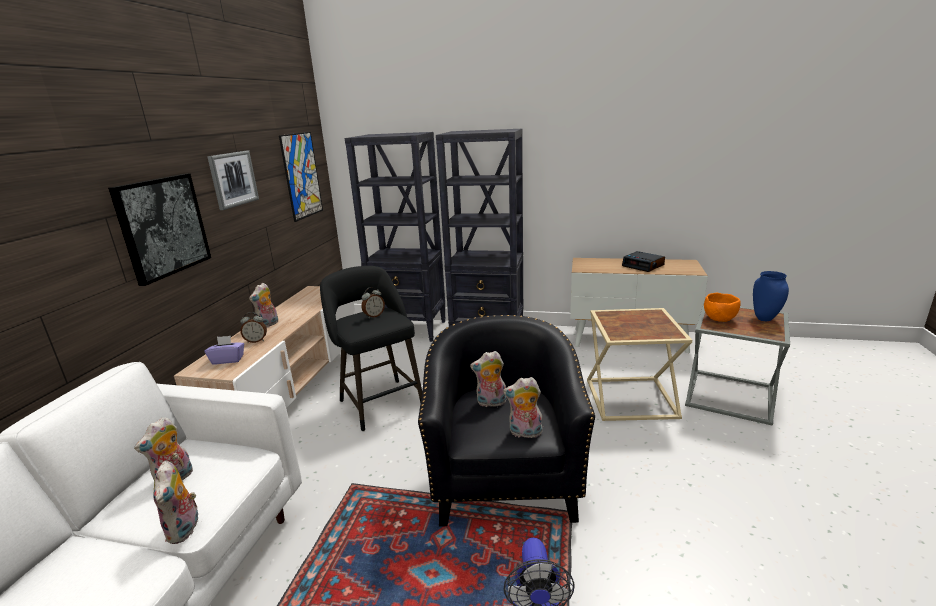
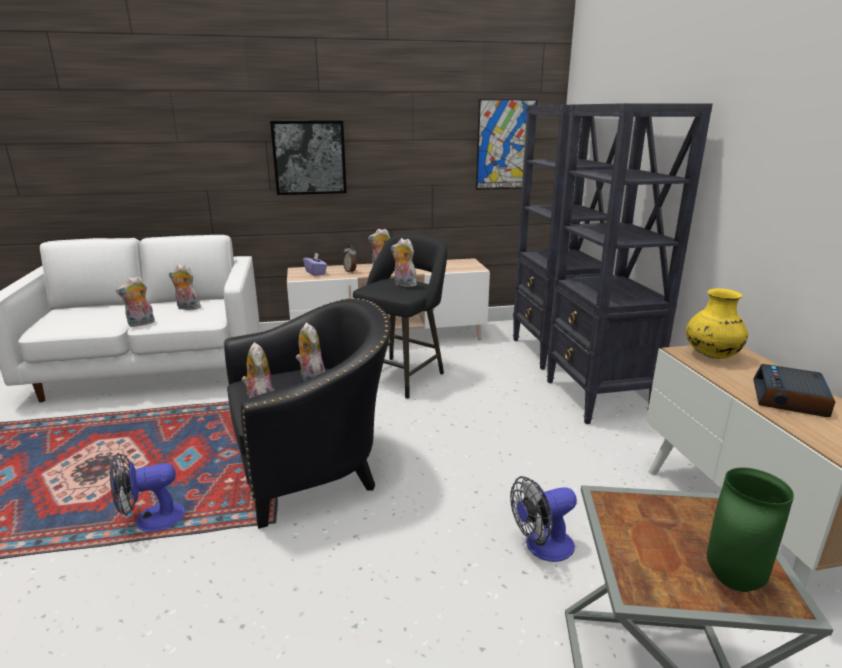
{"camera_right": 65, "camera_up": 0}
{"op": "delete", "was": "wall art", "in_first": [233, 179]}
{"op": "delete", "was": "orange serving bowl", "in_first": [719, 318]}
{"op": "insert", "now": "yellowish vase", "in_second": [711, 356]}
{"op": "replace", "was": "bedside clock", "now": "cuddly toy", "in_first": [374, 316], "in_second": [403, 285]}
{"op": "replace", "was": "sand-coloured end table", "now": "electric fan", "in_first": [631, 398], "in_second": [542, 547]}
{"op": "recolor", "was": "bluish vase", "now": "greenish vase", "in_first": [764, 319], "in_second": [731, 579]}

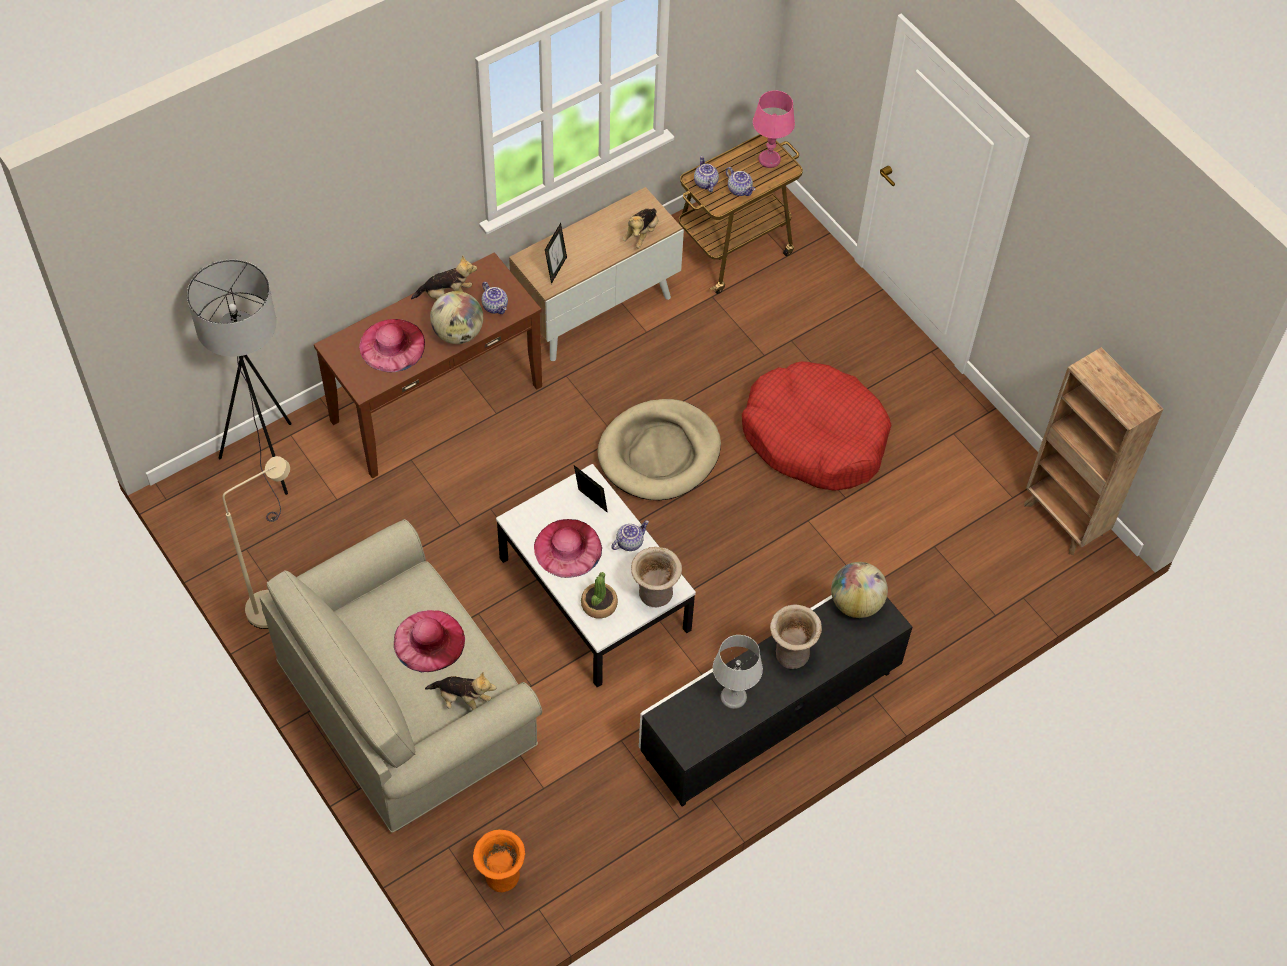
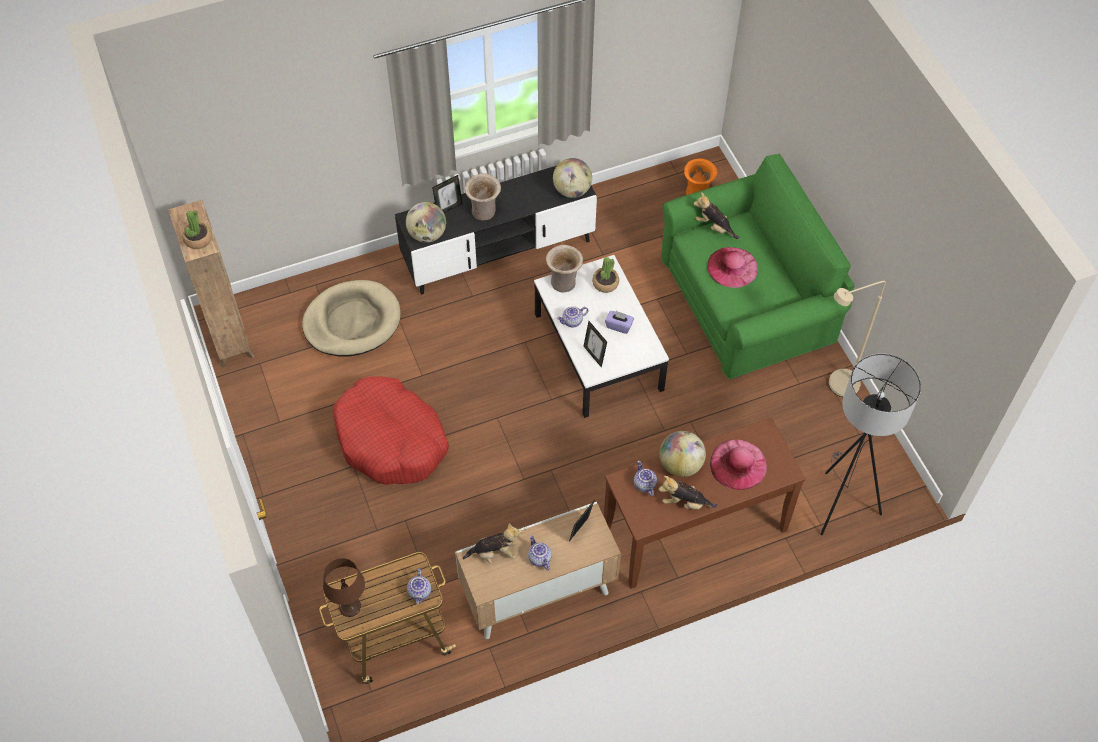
{"camera_right": -165, "camera_up": 0}
{"op": "delete", "was": "grey table lamp", "in_first": [733, 697]}
{"op": "insert", "now": "potted plant", "in_second": [198, 239]}
{"op": "insert", "now": "photo frame", "in_second": [448, 208]}
{"op": "insert", "now": "globe", "in_second": [572, 190]}
{"op": "move", "was": "sand-coloured dog bed", "in_first": [659, 453], "in_second": [352, 321]}
{"op": "move", "was": "pot for tea", "in_first": [740, 189], "in_second": [539, 558]}
{"op": "replace", "was": "pinkish clothing hat", "now": "purple tissue holder", "in_first": [568, 548], "in_second": [619, 326]}
{"op": "recolor", "was": "sand-coloured settee", "now": "greenish settee", "in_first": [406, 704], "in_second": [746, 302]}
{"op": "recolor", "was": "pinkish table lamp", "now": "brown-coloured table lamp", "in_first": [769, 159], "in_second": [350, 607]}
{"op": "rotate", "was": "cuddly toy", "in_first": [641, 234], "in_second": [494, 553], "clockwise": 45}

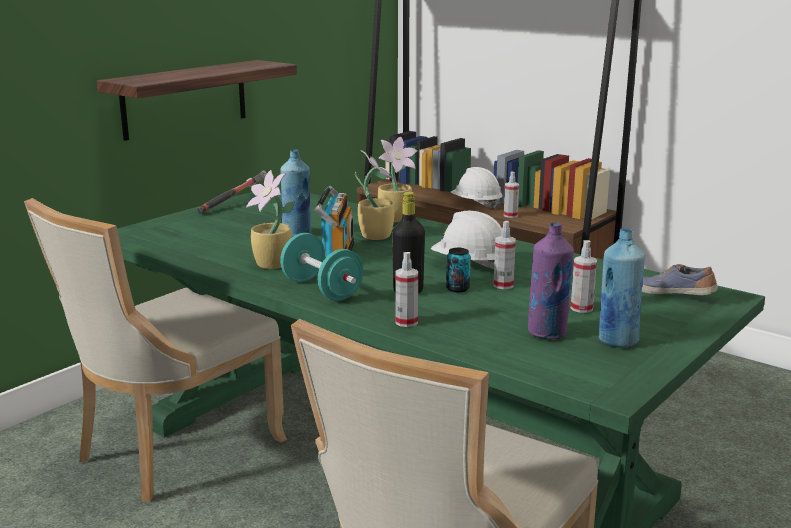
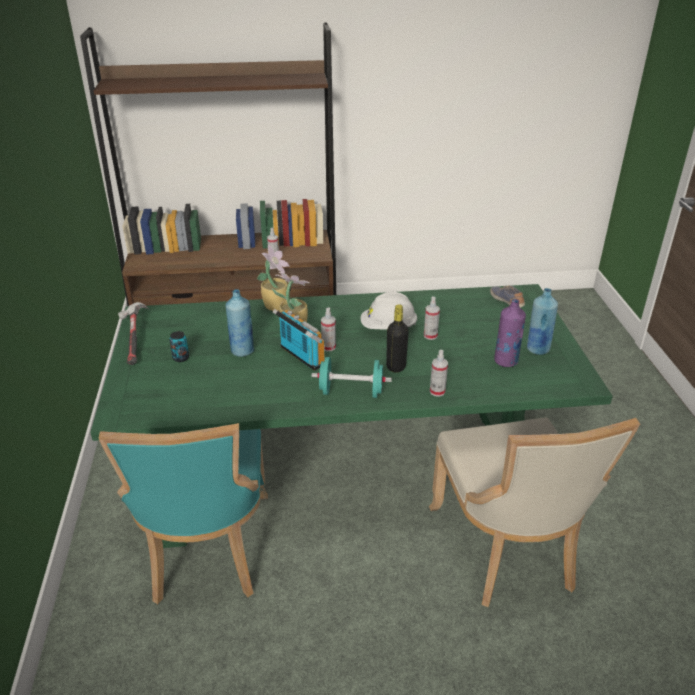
{"camera_right": -45, "camera_up": 15}
{"op": "delete", "was": "shelf", "in_first": [185, 99]}
{"op": "delete", "was": "potted plant", "in_first": [272, 265]}
{"op": "delete", "was": "white hard hat", "in_first": [476, 205]}
{"op": "move", "was": "can", "in_first": [457, 288], "in_second": [181, 358]}
{"op": "move", "was": "hand sprayer", "in_first": [581, 308], "in_second": [328, 347]}
{"op": "recolor", "was": "sand-coloured upright chair", "now": "turquoise upright chair", "in_first": [172, 450], "in_second": [207, 551]}
{"op": "rotate", "was": "item of footwear", "in_first": [673, 294], "in_second": [507, 302], "clockwise": 75}

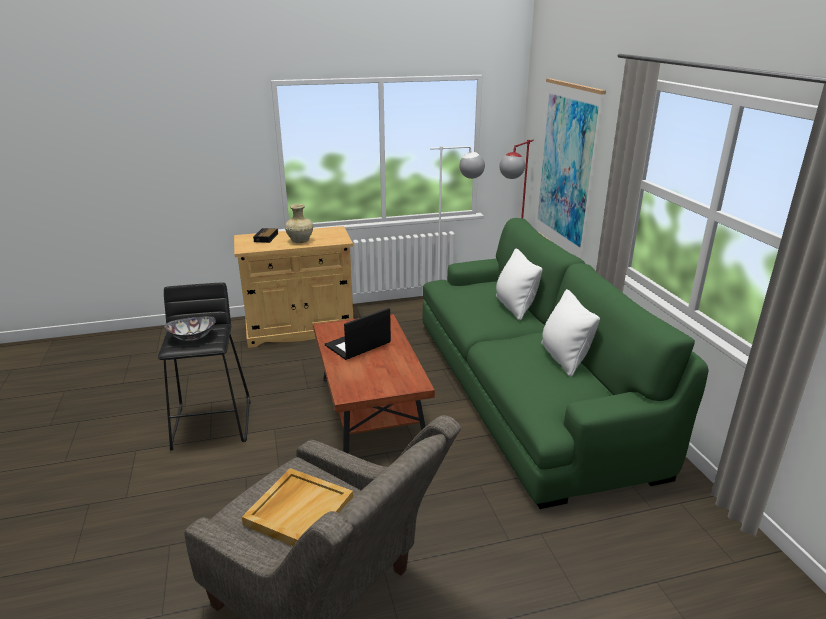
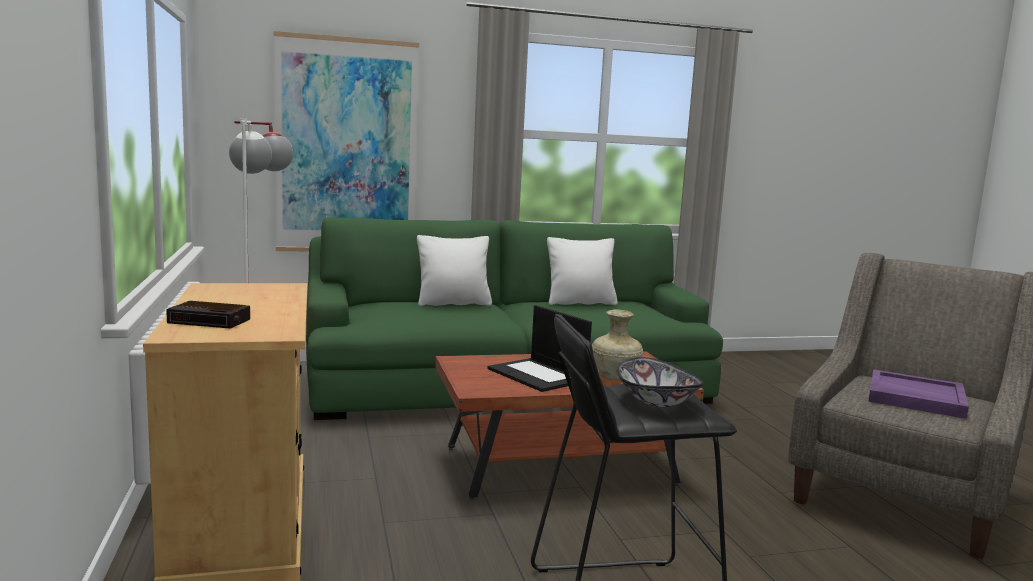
{"camera_right": -90, "camera_up": -15}
{"op": "move", "was": "sand-coloured vase", "in_first": [300, 241], "in_second": [615, 377]}
{"op": "recolor", "was": "sand-coloured carrying tray", "now": "purple carrying tray", "in_first": [299, 511], "in_second": [914, 398]}

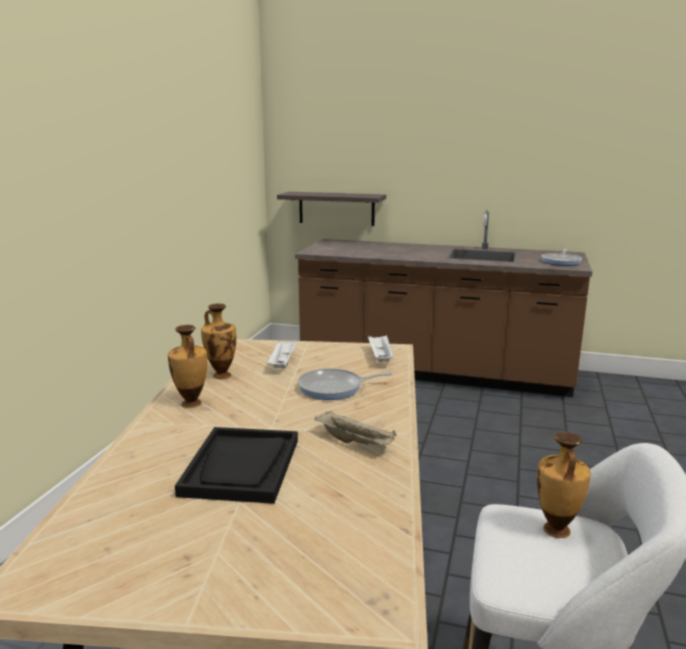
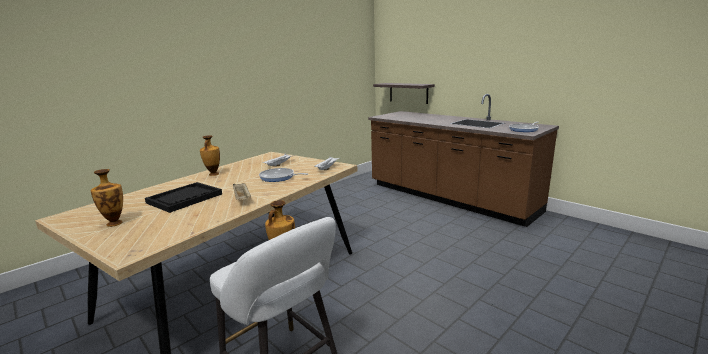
{"camera_right": 30, "camera_up": 0}
{"op": "move", "was": "vase", "in_first": [221, 375], "in_second": [115, 223]}

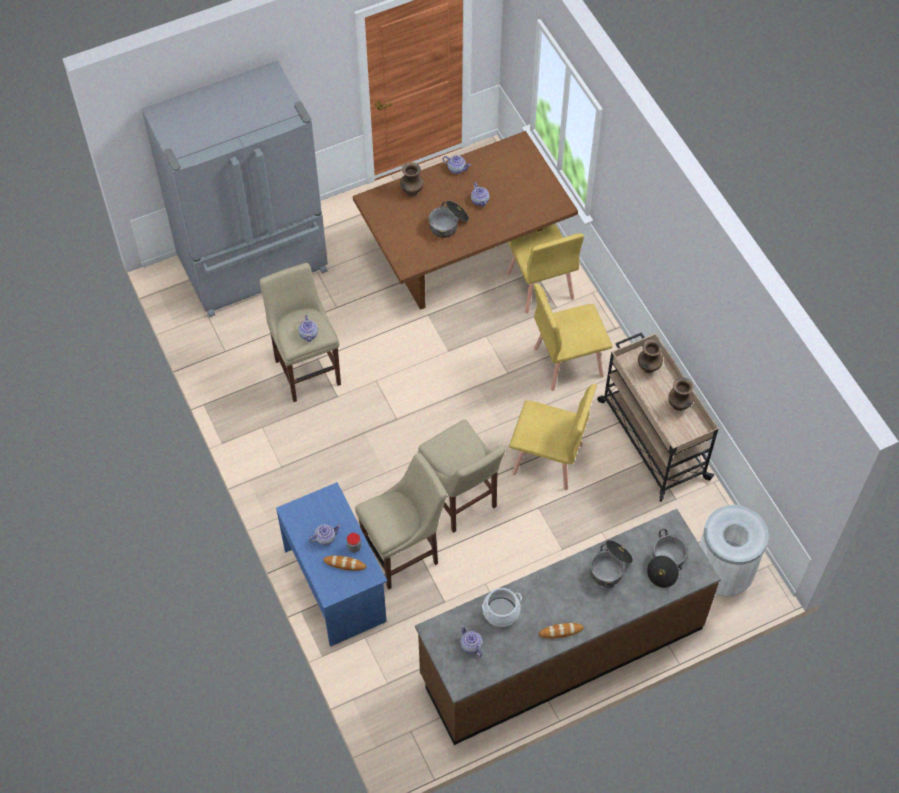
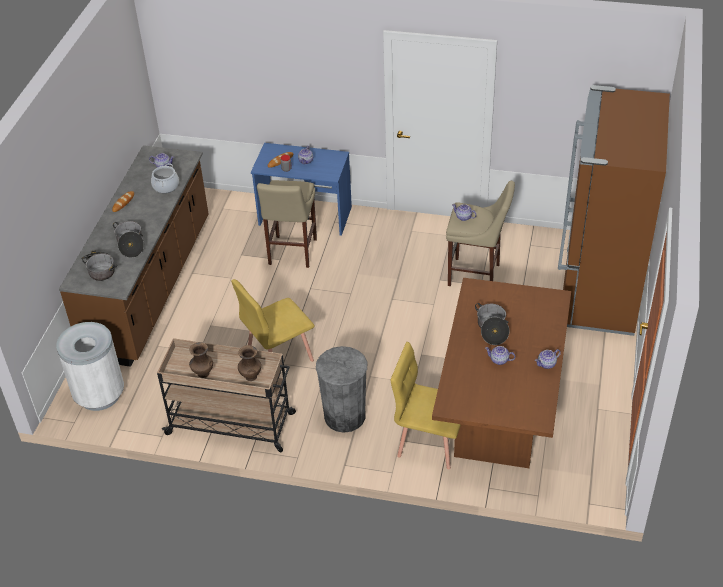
{"camera_right": 130, "camera_up": -15}
{"op": "delete", "was": "brown-coloured vase", "in_first": [411, 192]}
{"op": "delete", "was": "sand-coloured stool", "in_first": [461, 502]}
{"op": "replace", "was": "yellowish upright chair", "now": "grey rubbish bin", "in_first": [567, 361], "in_second": [345, 416]}
{"op": "recolor", "was": "grey refrigerator", "now": "brown-coloured refrigerator", "in_first": [254, 265], "in_second": [597, 291]}

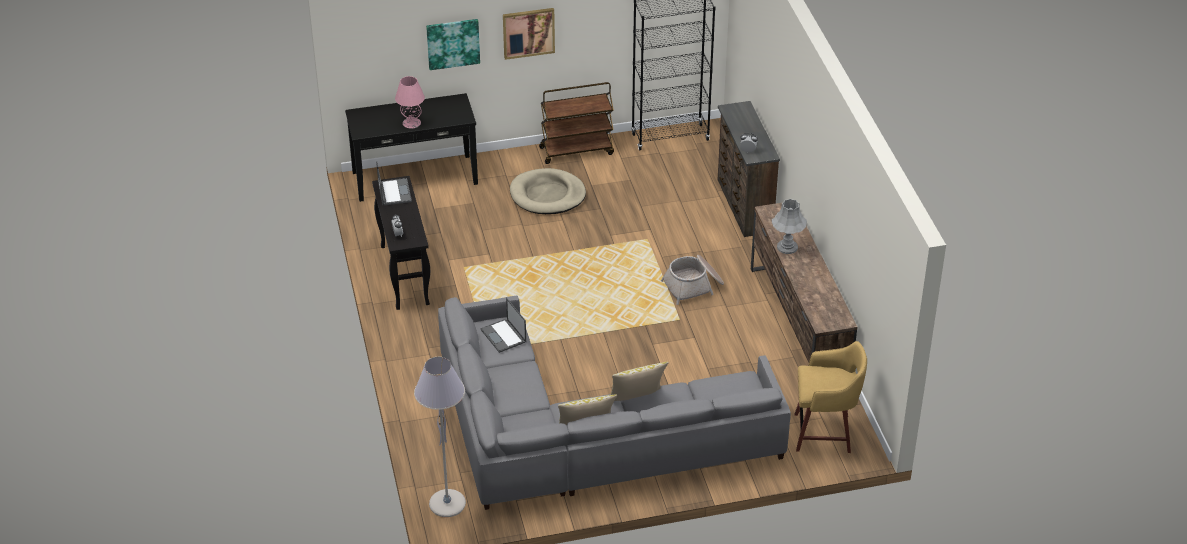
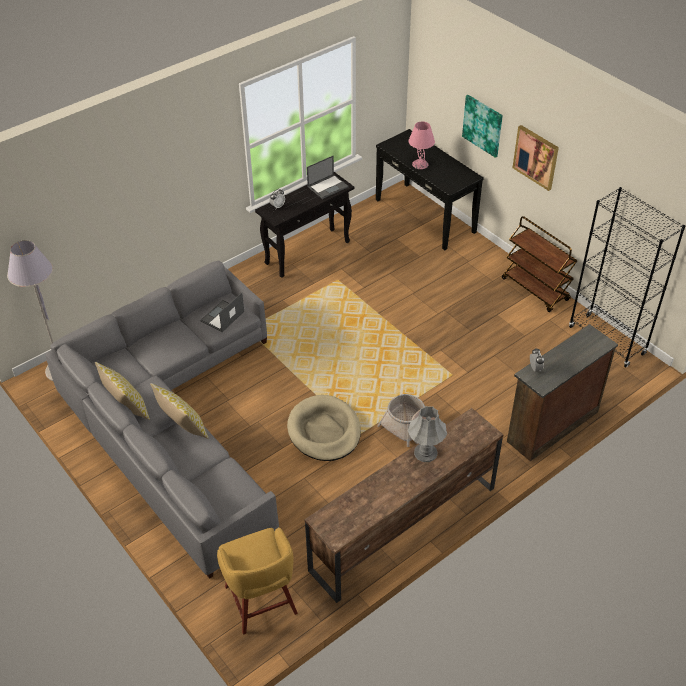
{"camera_right": 65, "camera_up": 5}
{"op": "move", "was": "sand-coloured dog bed", "in_first": [547, 195], "in_second": [324, 431]}

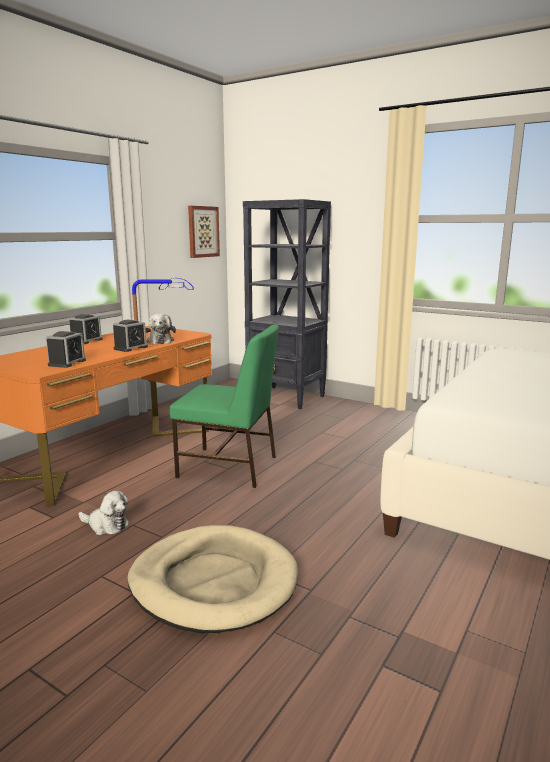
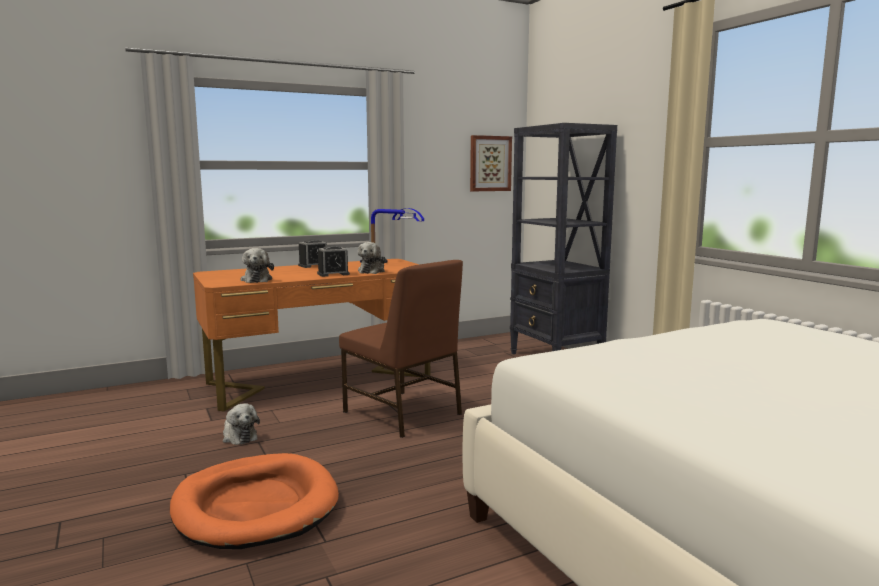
{"camera_right": 30, "camera_up": -5}
{"op": "replace", "was": "bedside clock", "now": "cuddly toy", "in_first": [67, 363], "in_second": [257, 279]}
{"op": "recolor", "was": "sand-coloured dog bed", "now": "orange dog bed", "in_first": [213, 582], "in_second": [255, 506]}
{"op": "recolor", "was": "greenish upright chair", "now": "brown-coloured upright chair", "in_first": [229, 467], "in_second": [403, 414]}

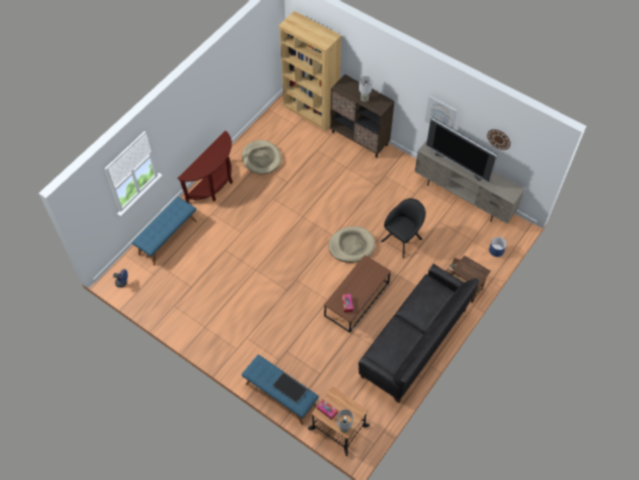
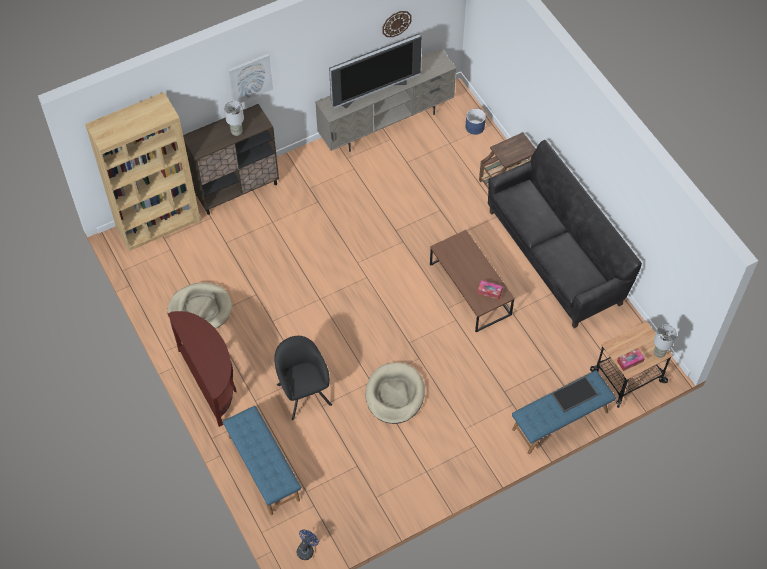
{"camera_right": -65, "camera_up": 0}
{"op": "move", "was": "sand-coloured dog bed", "in_first": [351, 246], "in_second": [394, 394]}
{"op": "move", "was": "black-coloured armchair", "in_first": [403, 239], "in_second": [303, 391]}
{"op": "move", "was": "wall art", "in_first": [441, 115], "in_second": [250, 78]}

